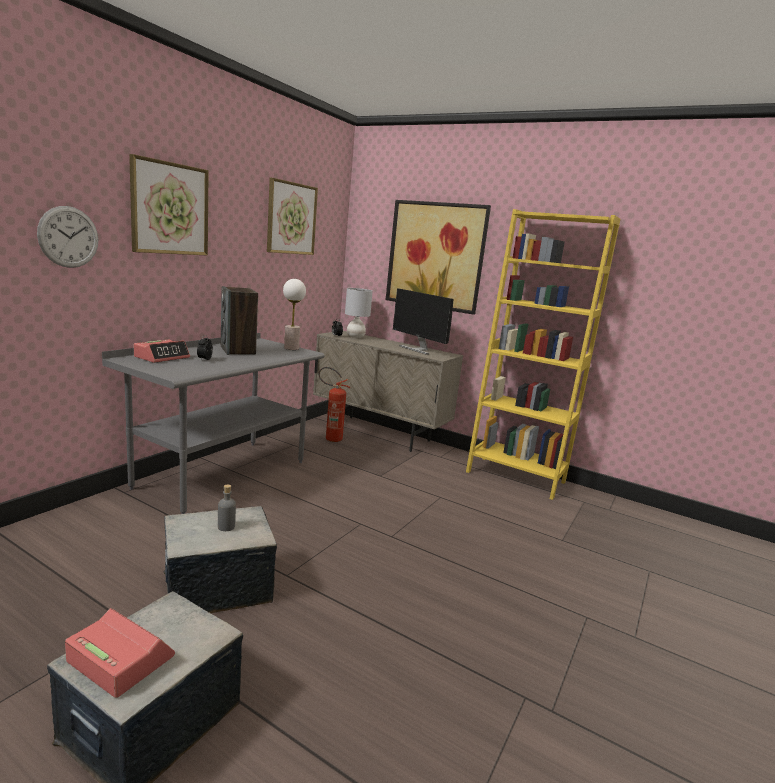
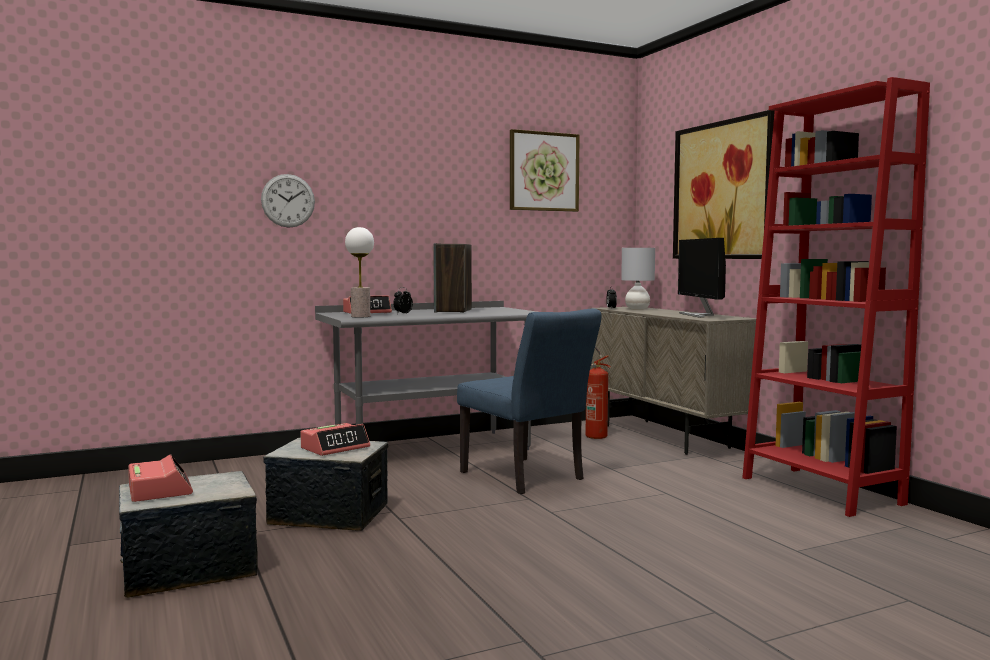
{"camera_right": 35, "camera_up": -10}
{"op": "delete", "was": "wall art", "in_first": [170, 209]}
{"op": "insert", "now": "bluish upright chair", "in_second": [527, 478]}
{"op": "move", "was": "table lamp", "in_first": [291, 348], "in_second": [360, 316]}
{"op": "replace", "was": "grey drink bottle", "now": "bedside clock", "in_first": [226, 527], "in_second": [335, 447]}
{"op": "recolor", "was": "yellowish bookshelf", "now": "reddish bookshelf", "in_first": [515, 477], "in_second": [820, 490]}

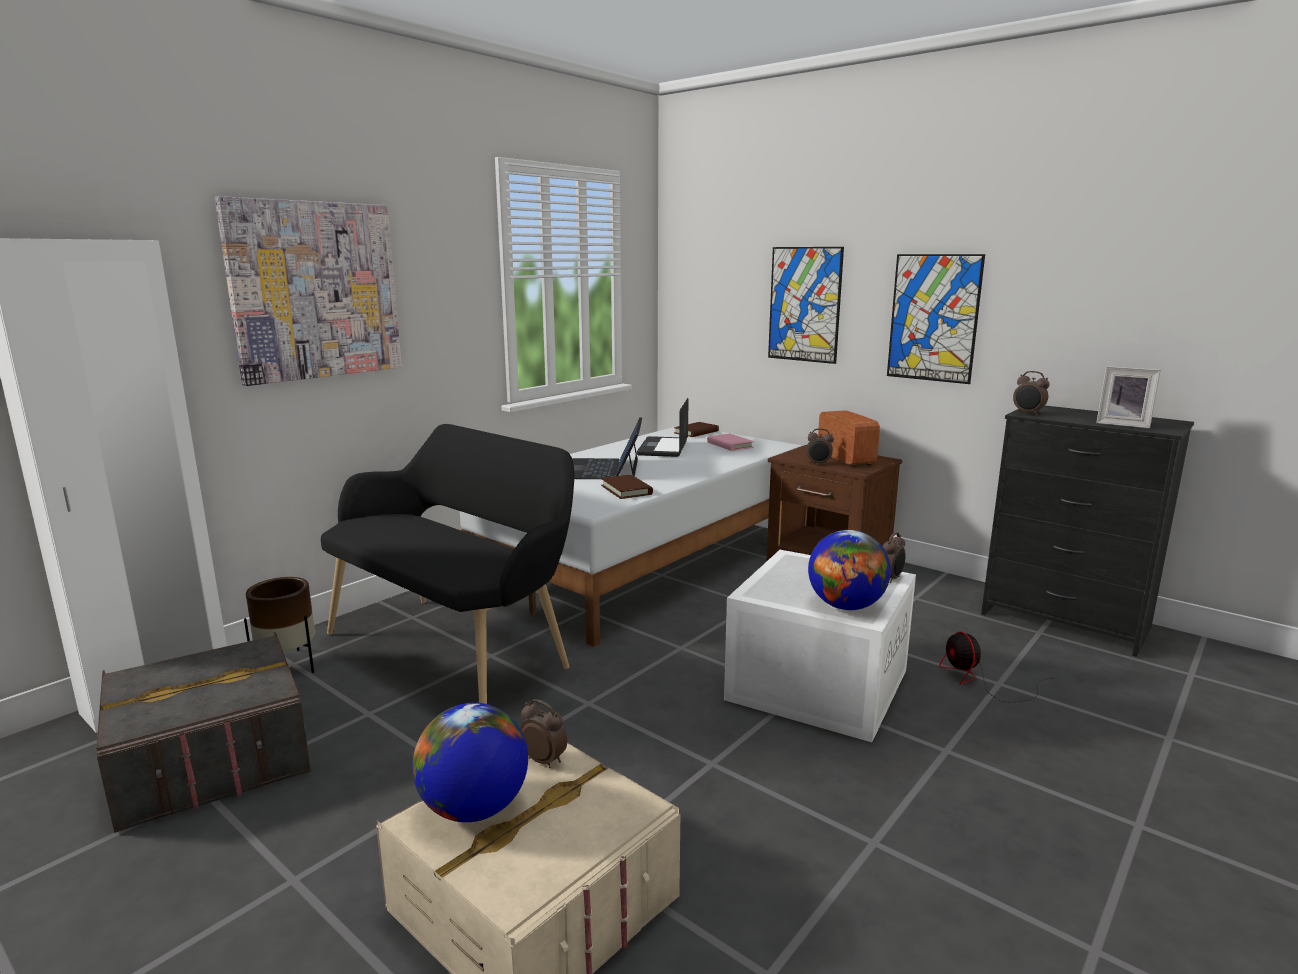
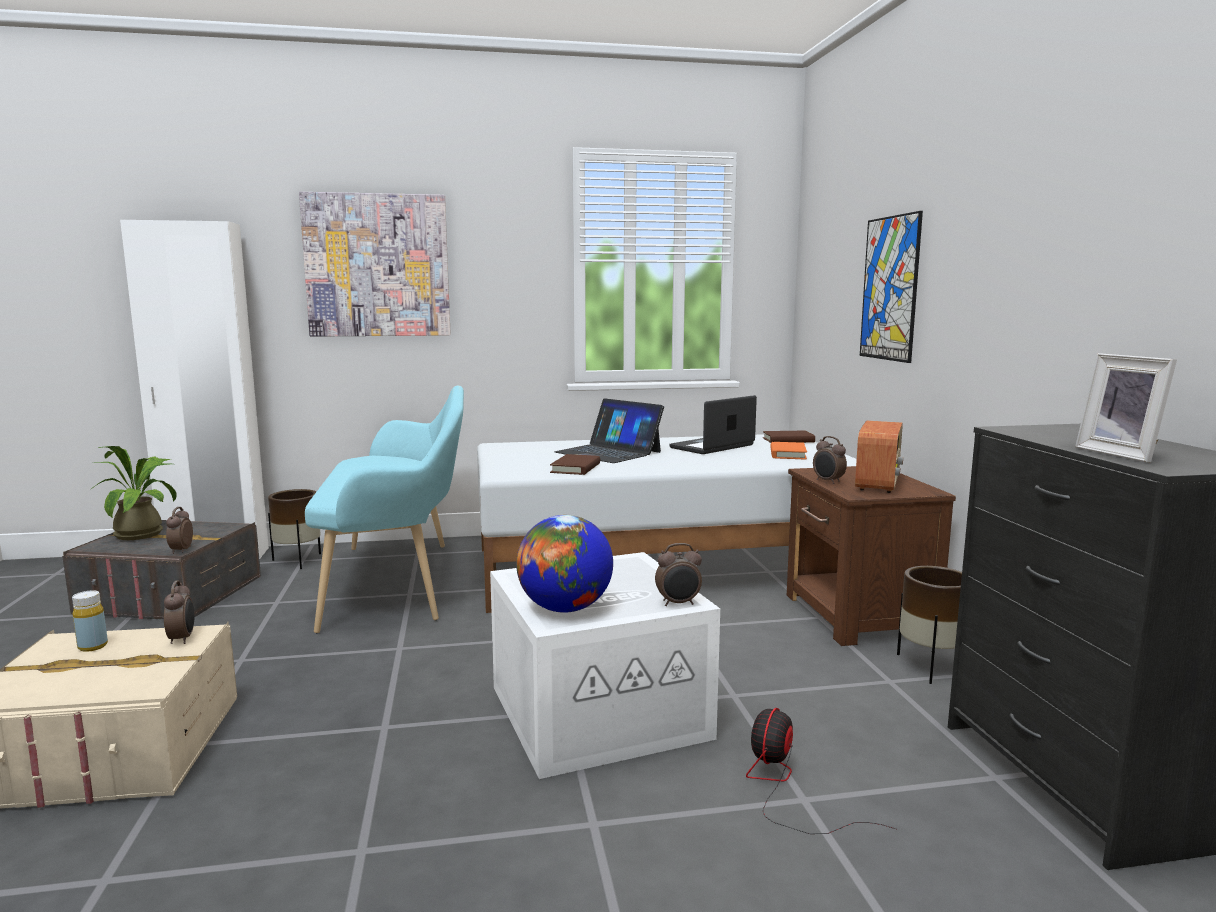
{"camera_right": 40, "camera_up": -5}
{"op": "delete", "was": "wall art", "in_first": [933, 318]}
{"op": "insert", "now": "potted plant", "in_second": [144, 533]}
{"op": "insert", "now": "brown-coloured flower pot", "in_second": [930, 667]}
{"op": "move", "was": "bedside clock", "in_first": [1028, 413], "in_second": [180, 550]}
{"op": "replace", "was": "globe", "now": "yellowish drink bottle", "in_first": [474, 808], "in_second": [93, 646]}
{"op": "recolor", "was": "black-coloured long seat", "now": "turquoise long seat", "in_first": [456, 648], "in_second": [400, 581]}
{"op": "recolor", "was": "pinkish bound book", "now": "orange bound book", "in_first": [729, 445], "in_second": [787, 454]}
{"op": "rotate", "was": "notebook computer", "in_first": [604, 469], "in_second": [608, 452], "clockwise": -90}

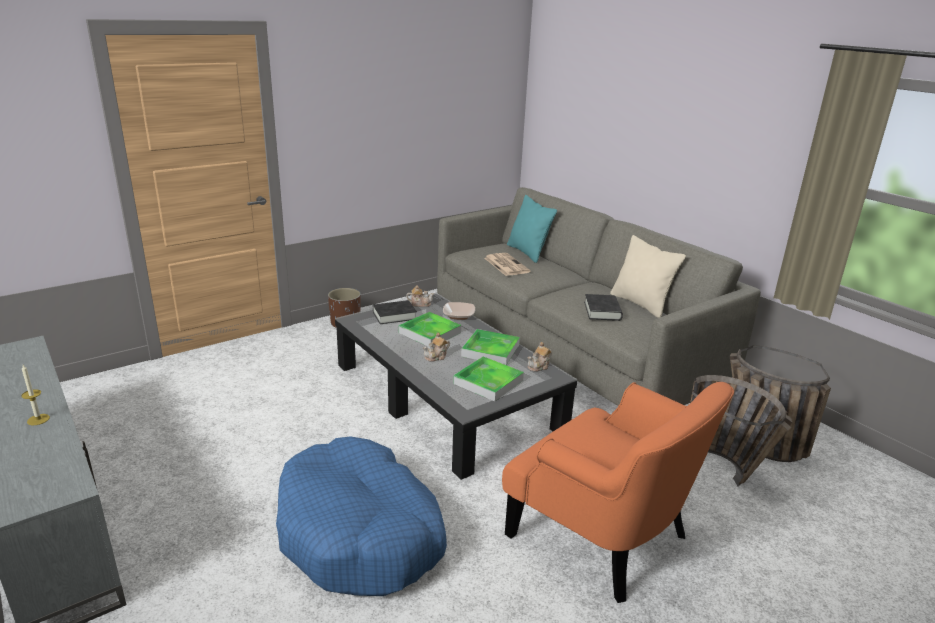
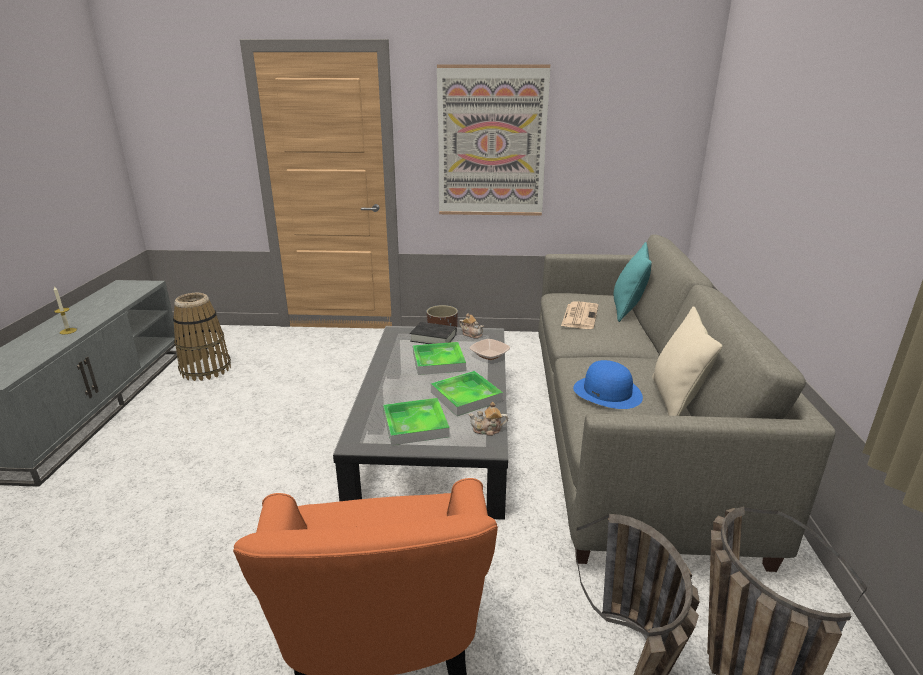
{"camera_right": 40, "camera_up": 0}
{"op": "delete", "was": "bluish dog bed", "in_first": [360, 533]}
{"op": "delete", "was": "pot for tea", "in_first": [436, 357]}
{"op": "insert", "now": "basket", "in_second": [206, 369]}
{"op": "insert", "now": "wall art", "in_second": [491, 143]}
{"op": "replace", "was": "black-coloured bound book", "now": "bluish clothing hat", "in_first": [602, 311], "in_second": [607, 392]}

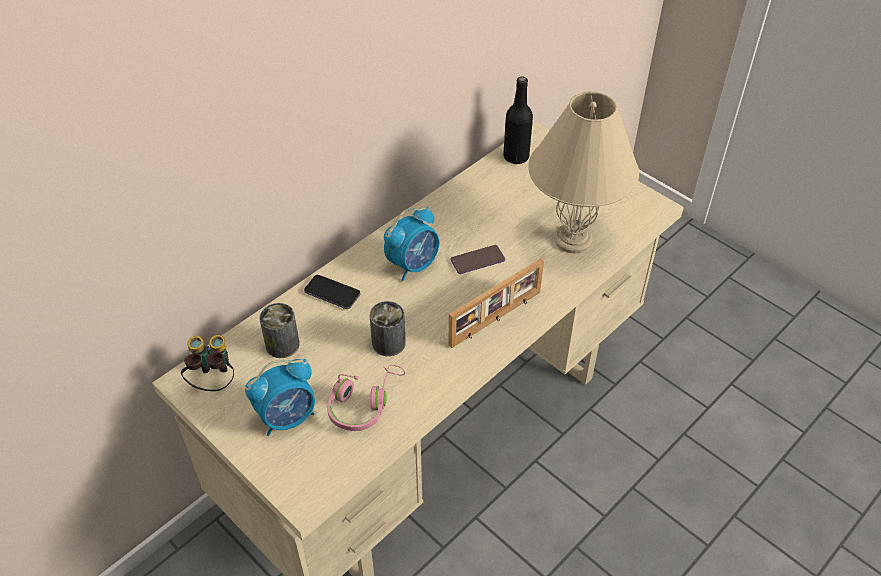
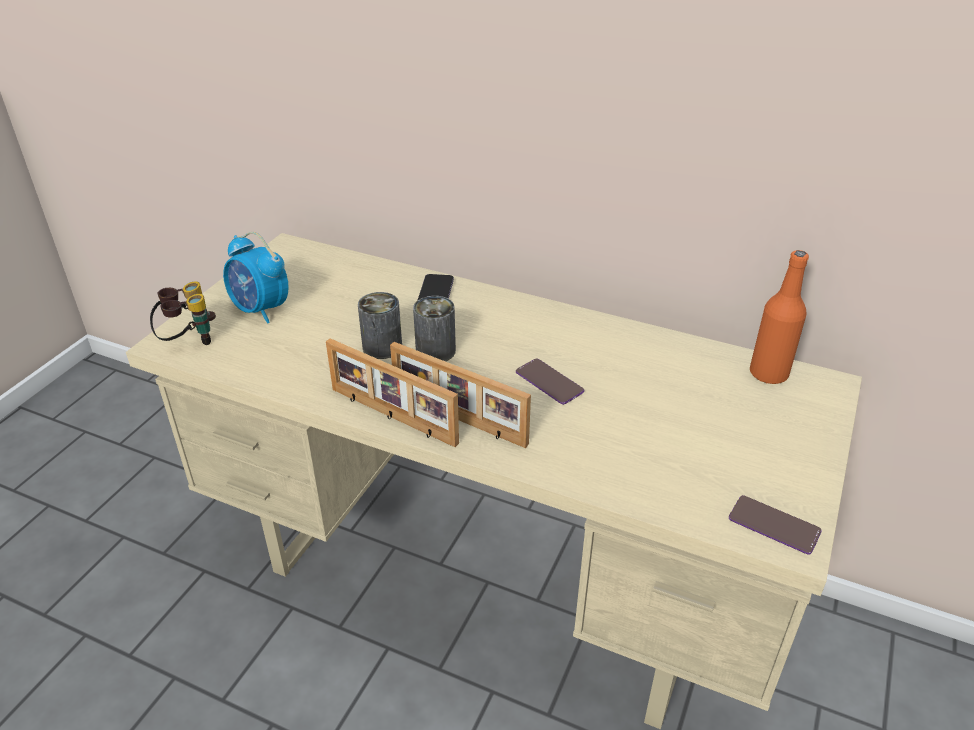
{"camera_right": 70, "camera_up": -10}
{"op": "delete", "was": "pinkish headset", "in_first": [363, 403]}
{"op": "delete", "was": "bedside clock", "in_first": [413, 265]}
{"op": "delete", "was": "sand-coloured table lamp", "in_first": [573, 240]}
{"op": "insert", "now": "photo frame", "in_second": [391, 417]}
{"op": "insert", "now": "telephone", "in_second": [774, 525]}
{"op": "move", "was": "binoculars", "in_first": [213, 382], "in_second": [189, 341]}
{"op": "move", "was": "can", "in_first": [282, 344], "in_second": [435, 351]}
{"op": "recolor", "was": "black-coloured drink bottle", "now": "orange drink bottle", "in_first": [516, 157], "in_second": [768, 374]}

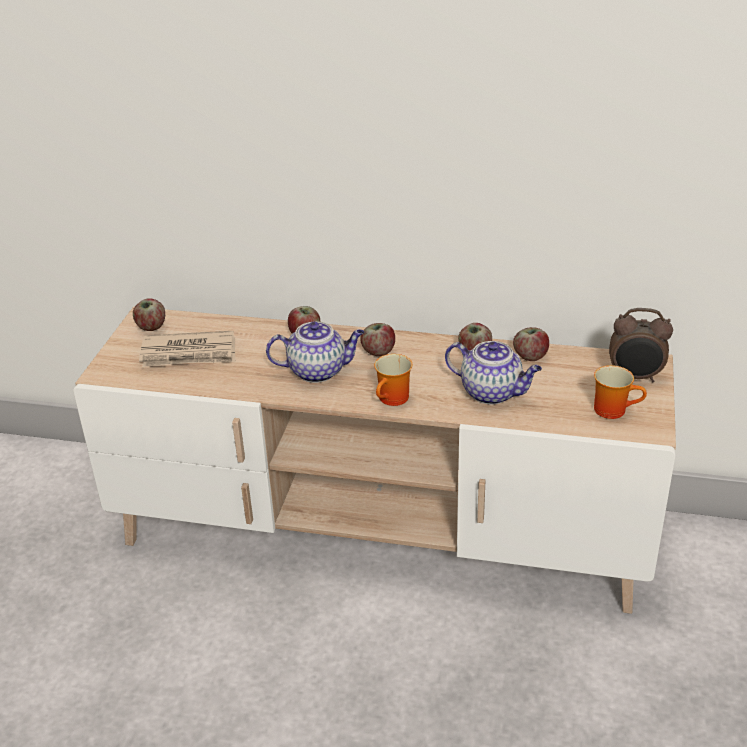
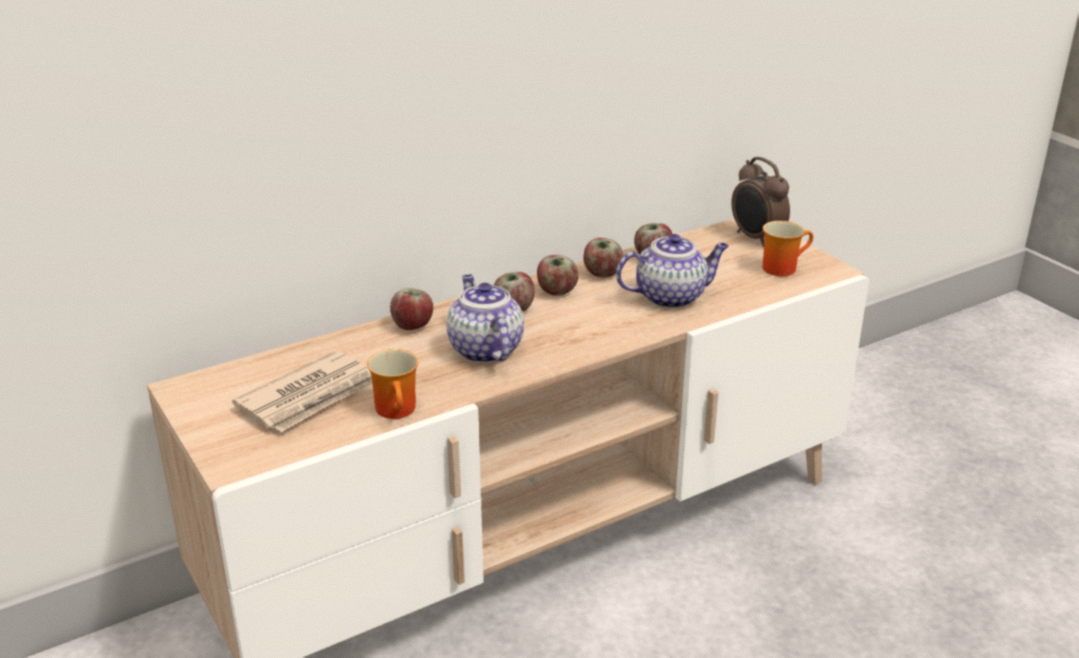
{"camera_right": -45, "camera_up": -5}
{"op": "move", "was": "apple fruit", "in_first": [151, 327], "in_second": [556, 292]}
{"op": "move", "was": "coffee mug", "in_first": [394, 400], "in_second": [399, 410]}
{"op": "rotate", "was": "pot for tea", "in_first": [318, 371], "in_second": [484, 349], "clockwise": -60}
{"op": "rotate", "was": "bedside clock", "in_first": [635, 377], "in_second": [756, 238], "clockwise": 90}

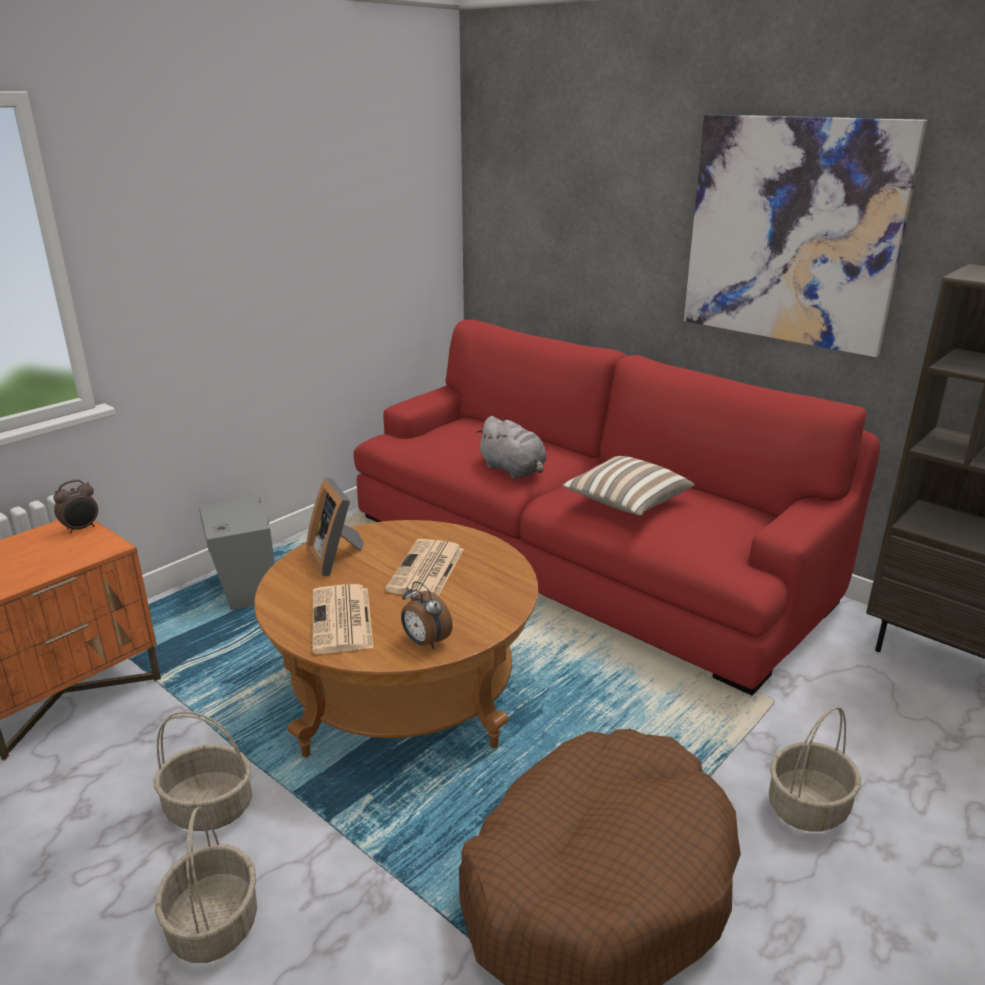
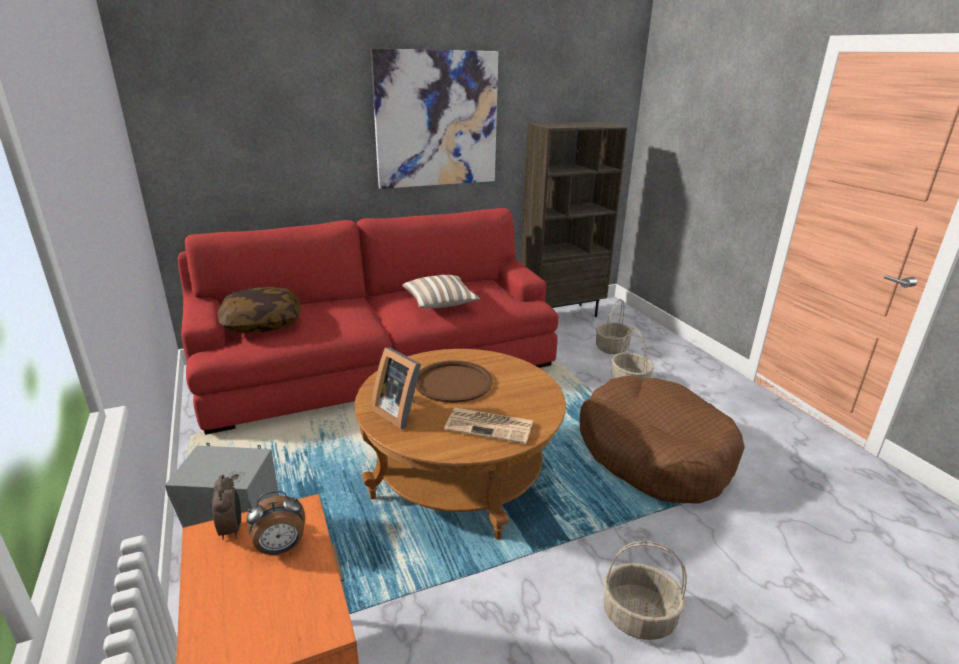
{"camera_right": -65, "camera_up": 0}
{"op": "delete", "was": "grey cuddly toy", "in_first": [514, 470]}
{"op": "insert", "now": "pillow", "in_second": [262, 323]}
{"op": "move", "was": "basket", "in_first": [210, 807], "in_second": [611, 348]}
{"op": "move", "was": "bedside clock", "in_first": [425, 642], "in_second": [281, 548]}
{"op": "replace", "was": "printed paper", "now": "brown-coloured carrying tray", "in_first": [426, 570], "in_second": [453, 382]}
{"op": "rotate", "was": "photo frame", "in_first": [337, 558], "in_second": [400, 412], "clockwise": 45}

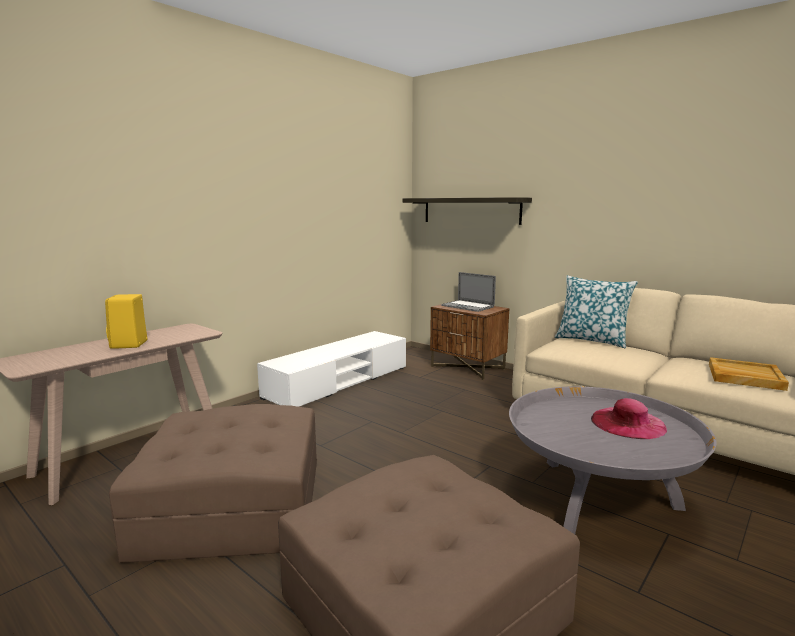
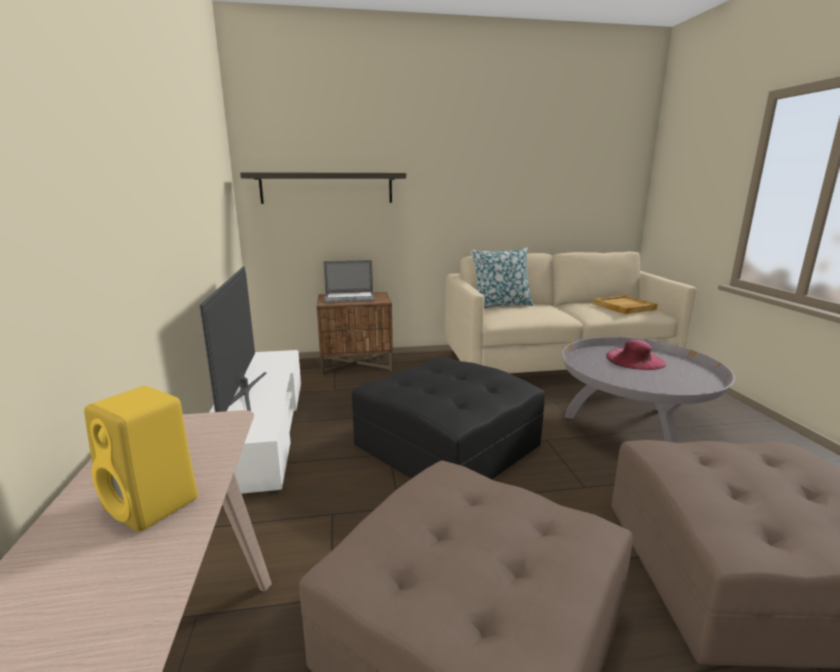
{"camera_right": -50, "camera_up": 5}
{"op": "insert", "now": "TV set", "in_second": [241, 392]}
{"op": "insert", "now": "black-coloured pouffe", "in_second": [448, 444]}

